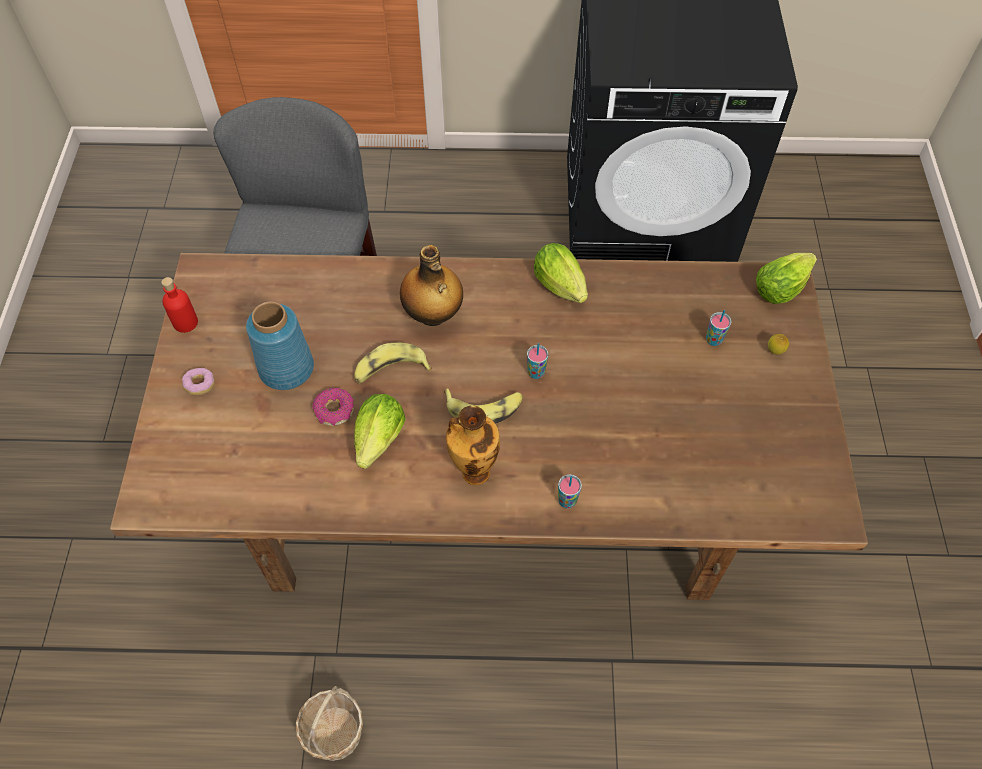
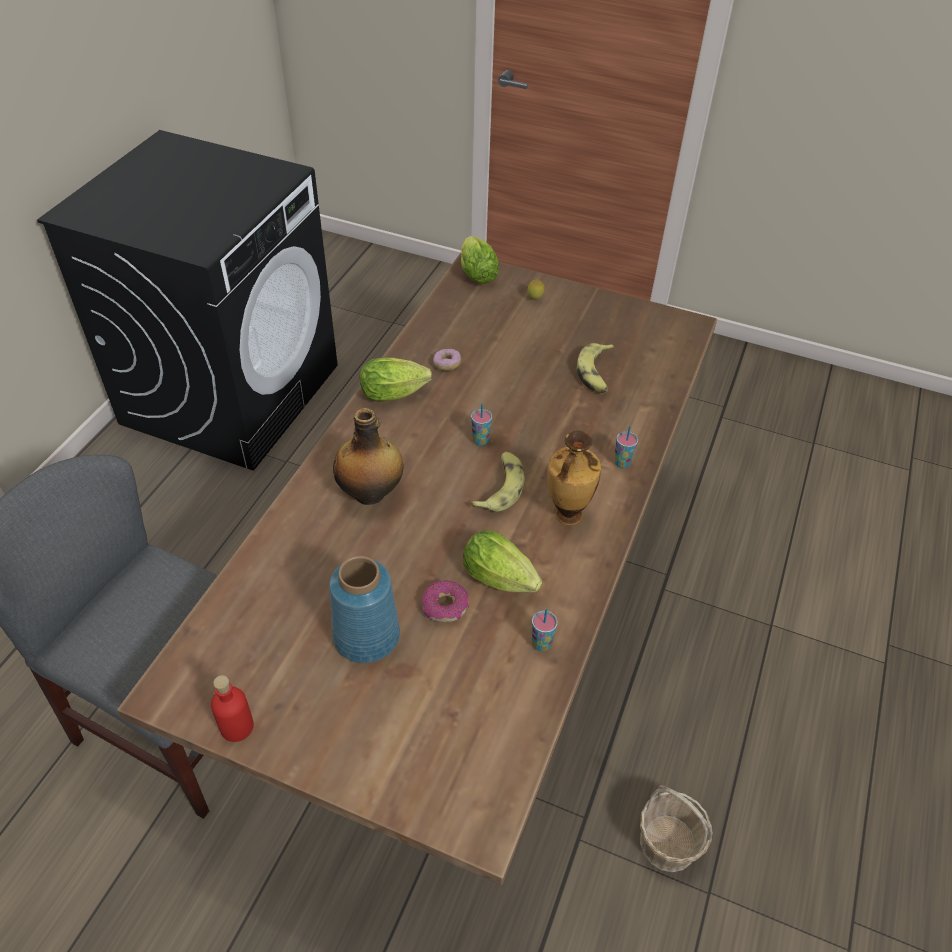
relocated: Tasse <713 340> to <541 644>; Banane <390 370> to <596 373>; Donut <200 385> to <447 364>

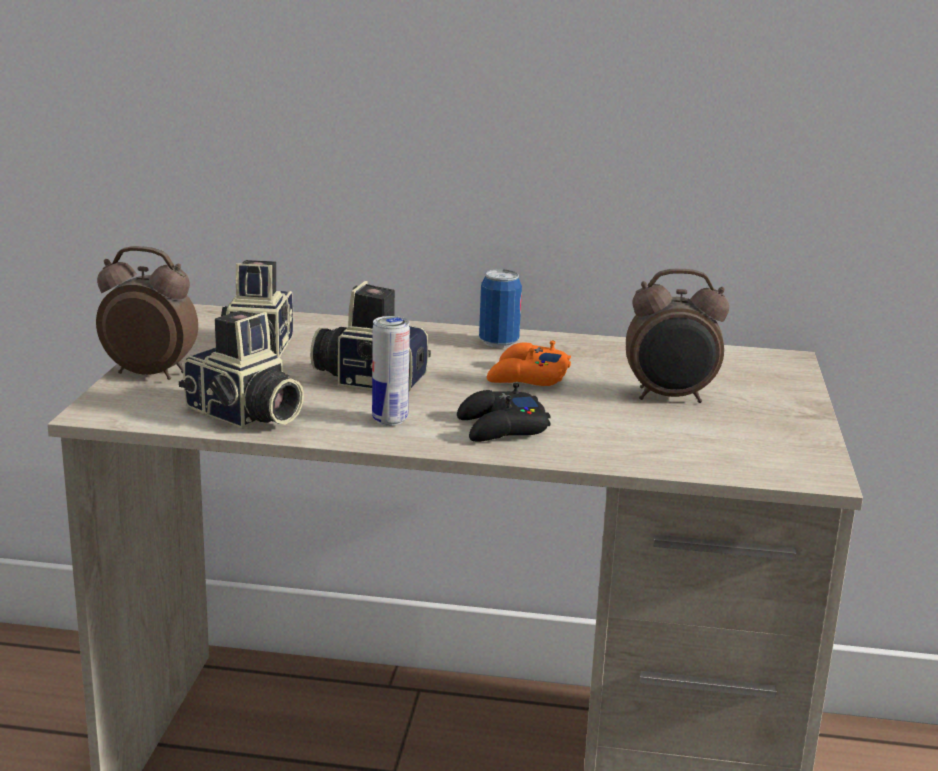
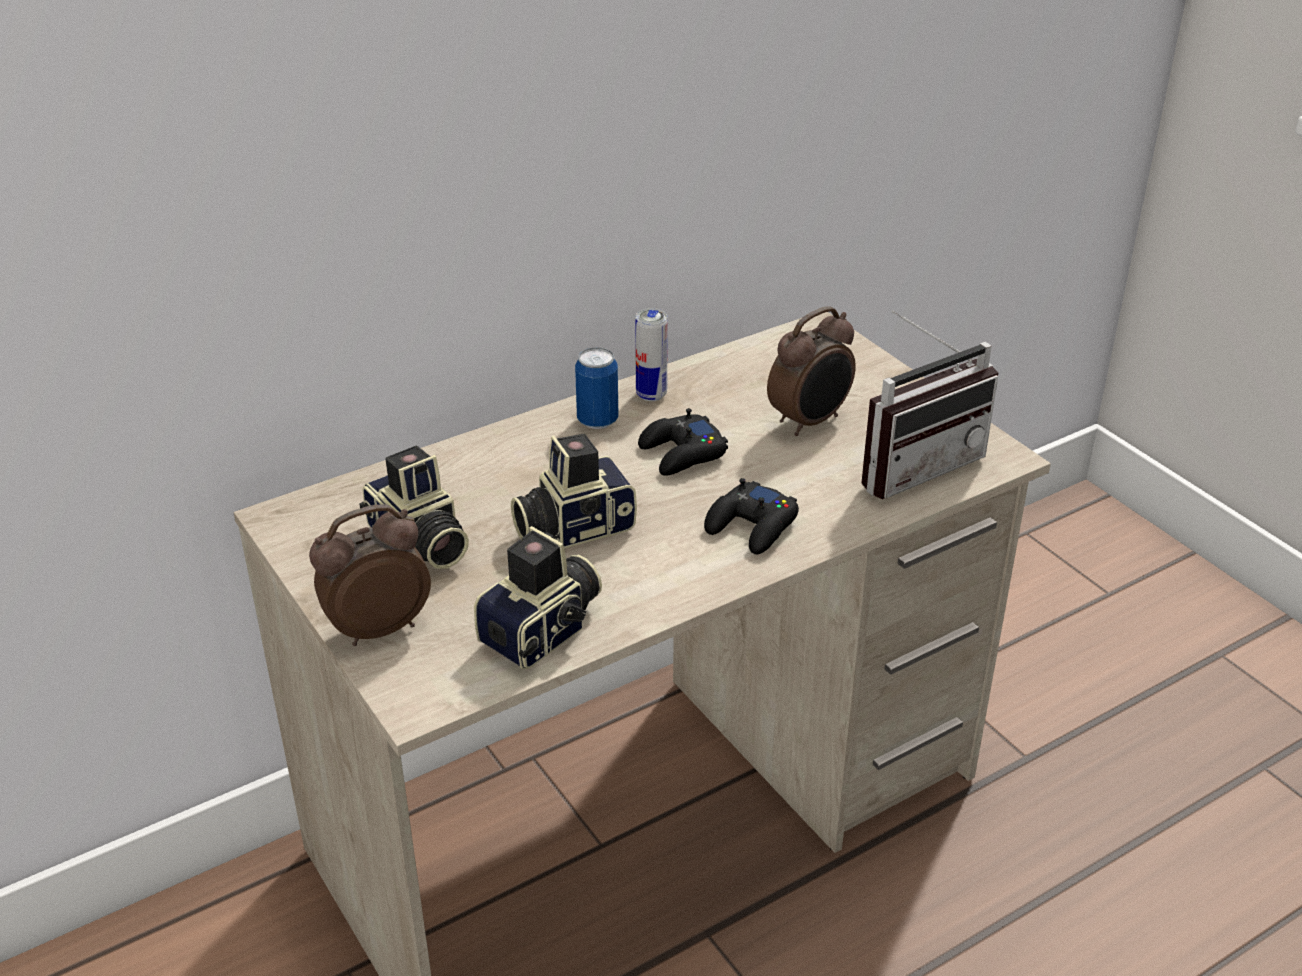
appeared: Radio <913 464>
relocated: Dose <390 420> to <651 395>
colour: Gamepad/orange <527 377> to Gamepad/schwarz <682 453>
spun: Kamera <243 415> = <545 631> 45 degrees counterclockwise

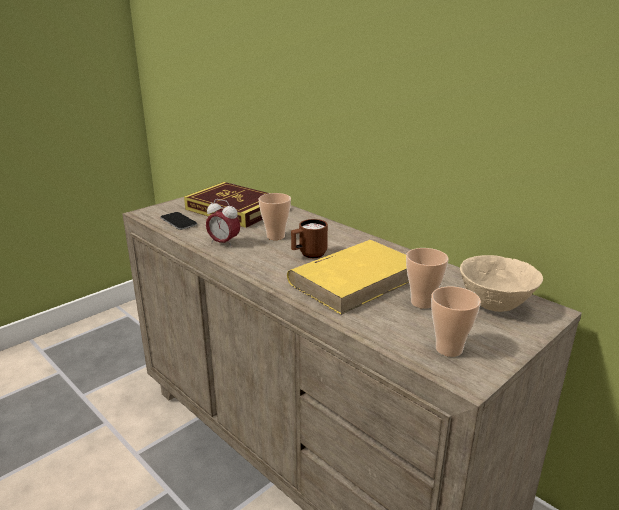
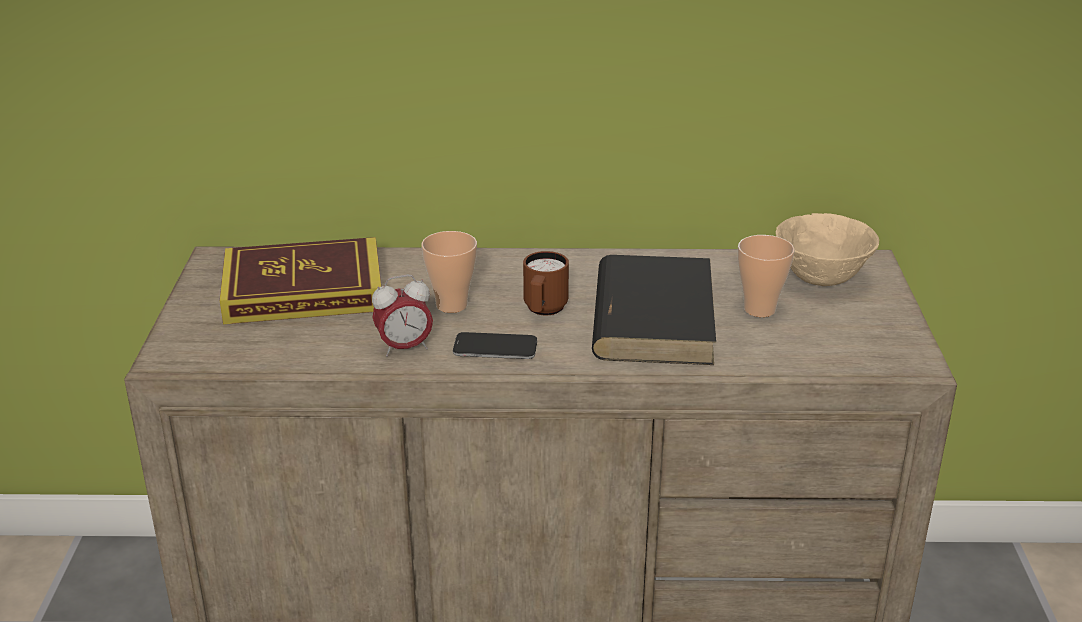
missing: Tasse <449 349>
relocated: Handy <178 222> to <495 348>
colour: Buch/gelb <355 280> to Buch/schwarz <653 317>

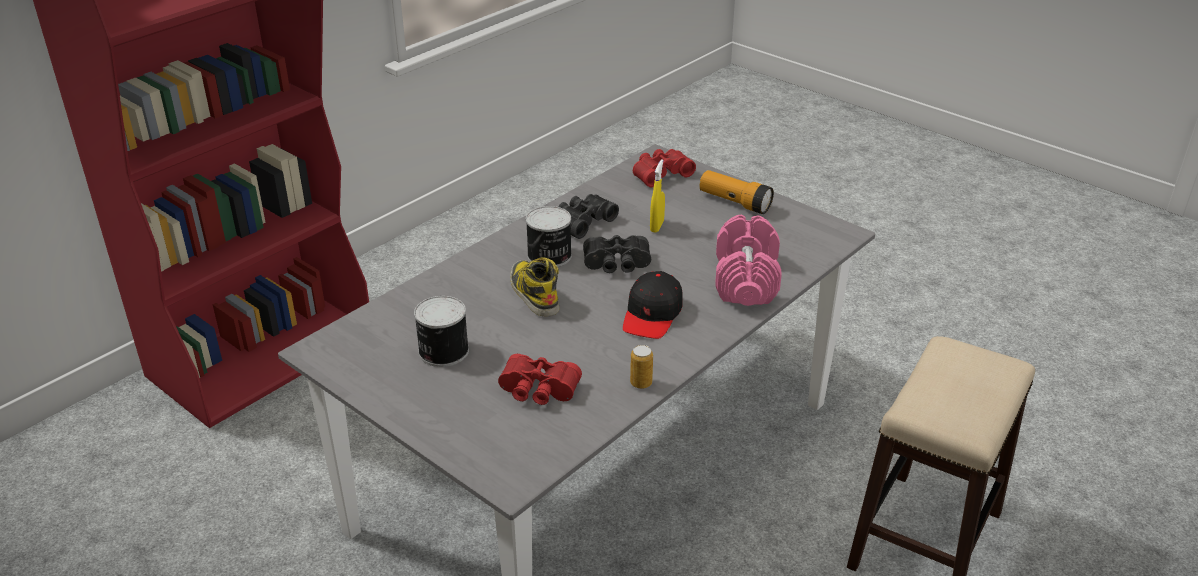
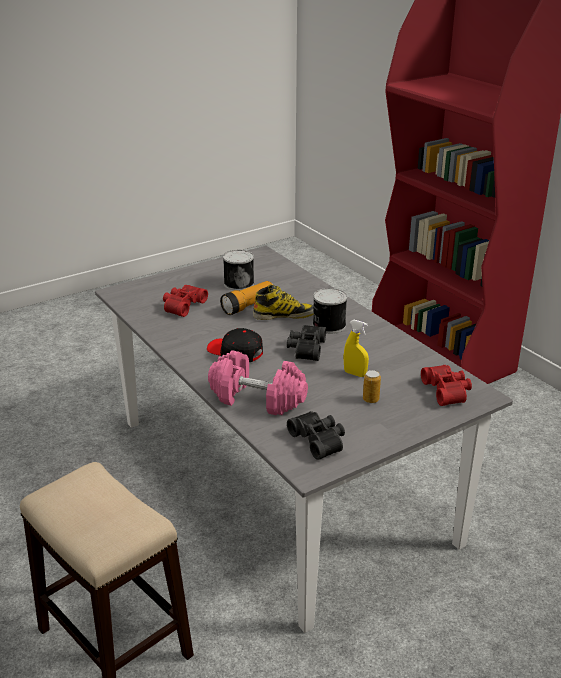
relocated: Taschenlampe <734 202> to <248 306>; Fernglas/schwarz <582 222> to <319 440>; Dose <641 383> to <370 400>

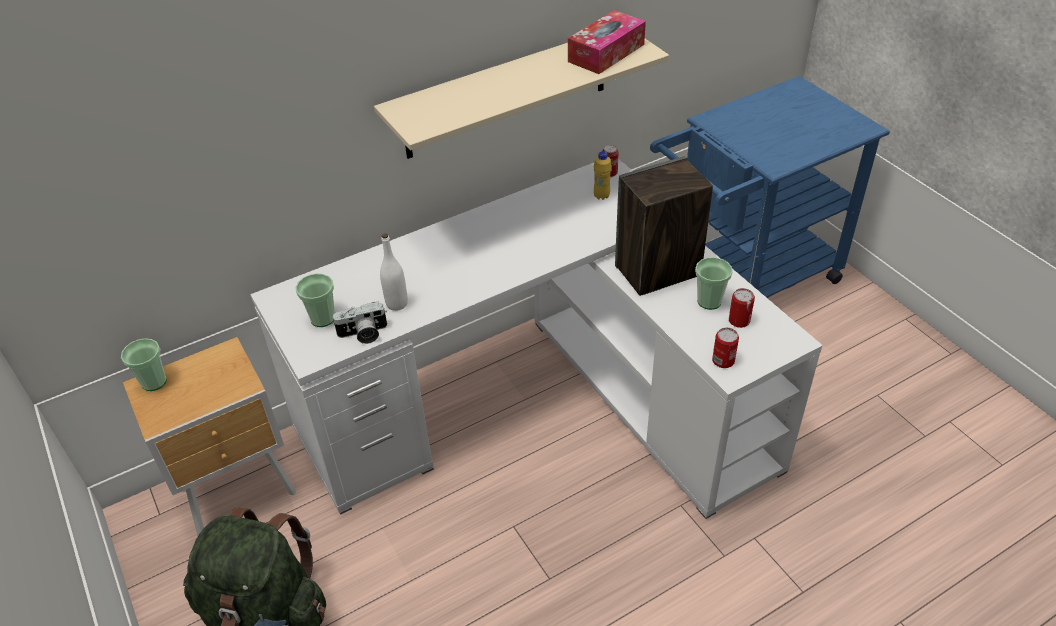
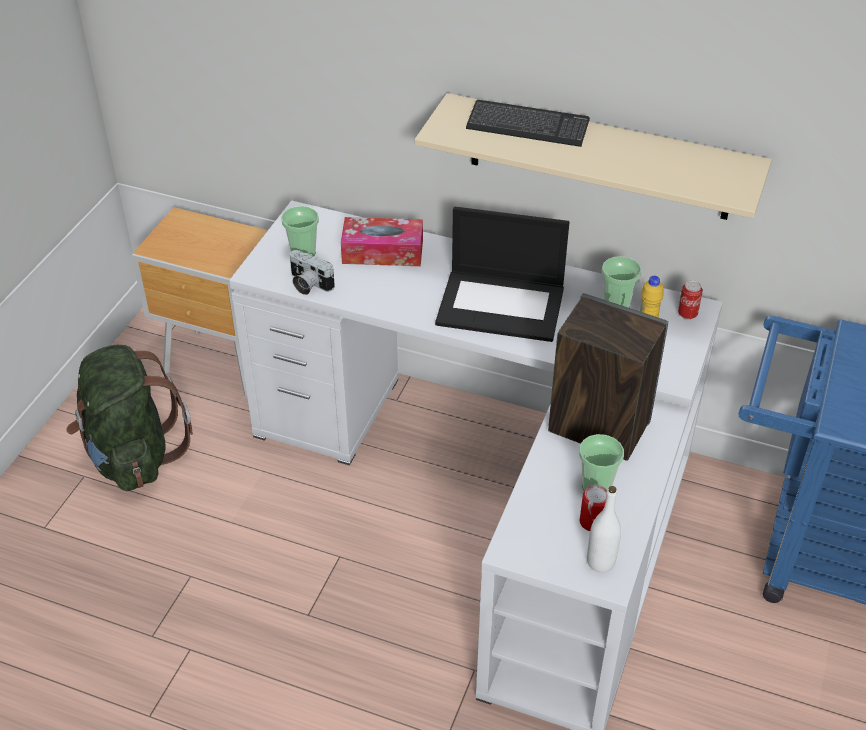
missing: Dose <723 360>
appeared: Tastatur <527 126>; Laptop <502 305>
relocated: Taschentuchbox <606 53> to <382 252>; Flasche/weiß <397 304> to <600 562>; Tasse <154 382> to <616 304>

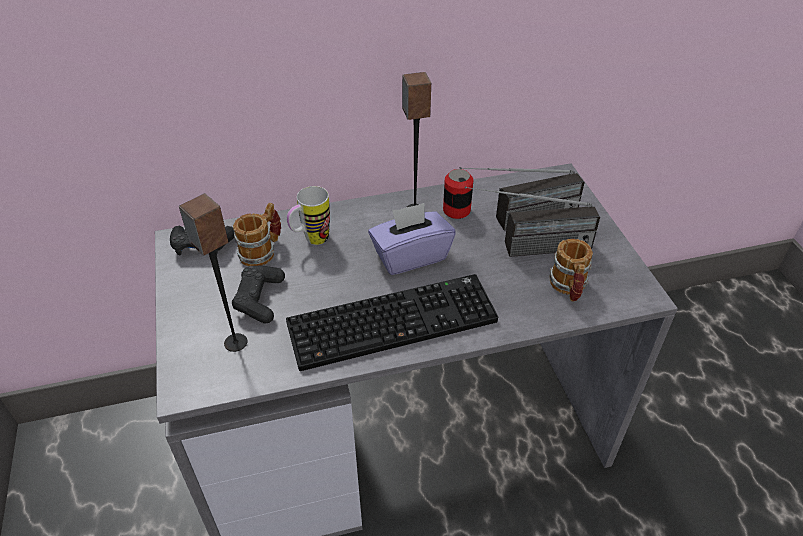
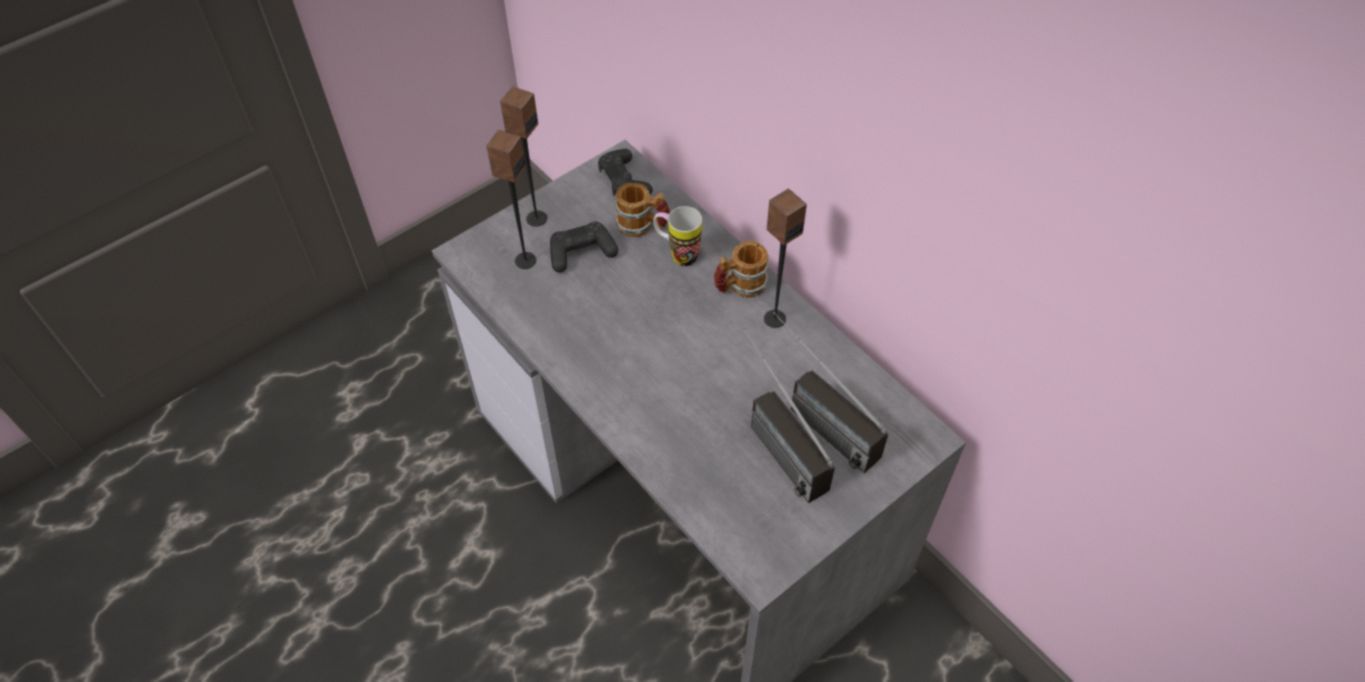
missing: Dose <456 210>; Taschentuchbox/lila <410 256>; Tastatur <393 320>
appeared: Lautsprecher <536 218>
relocated: Henkelbecher <568 288> to <740 286>

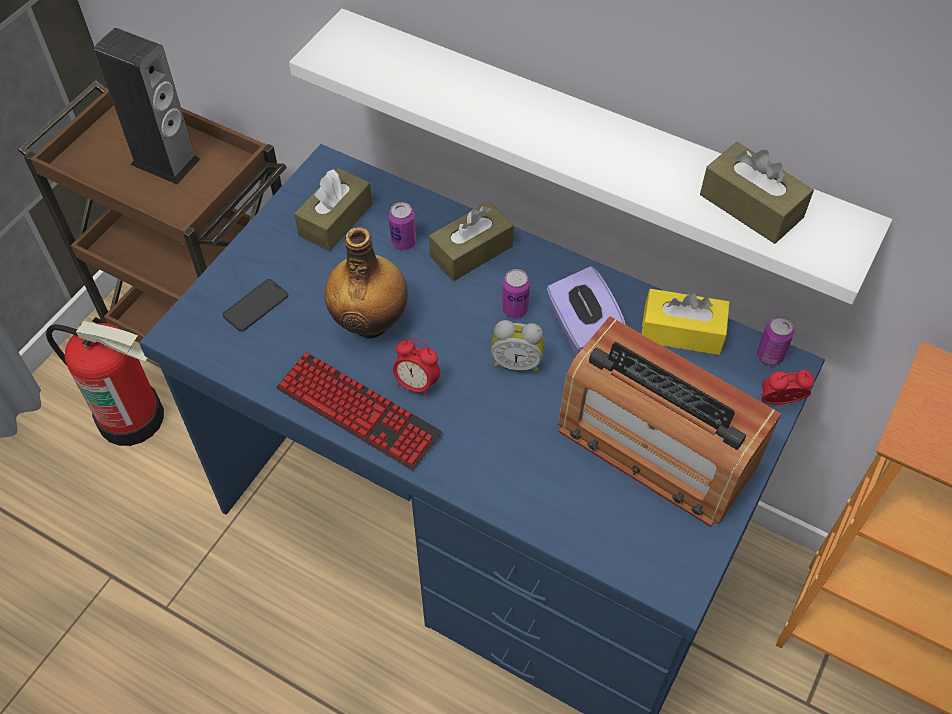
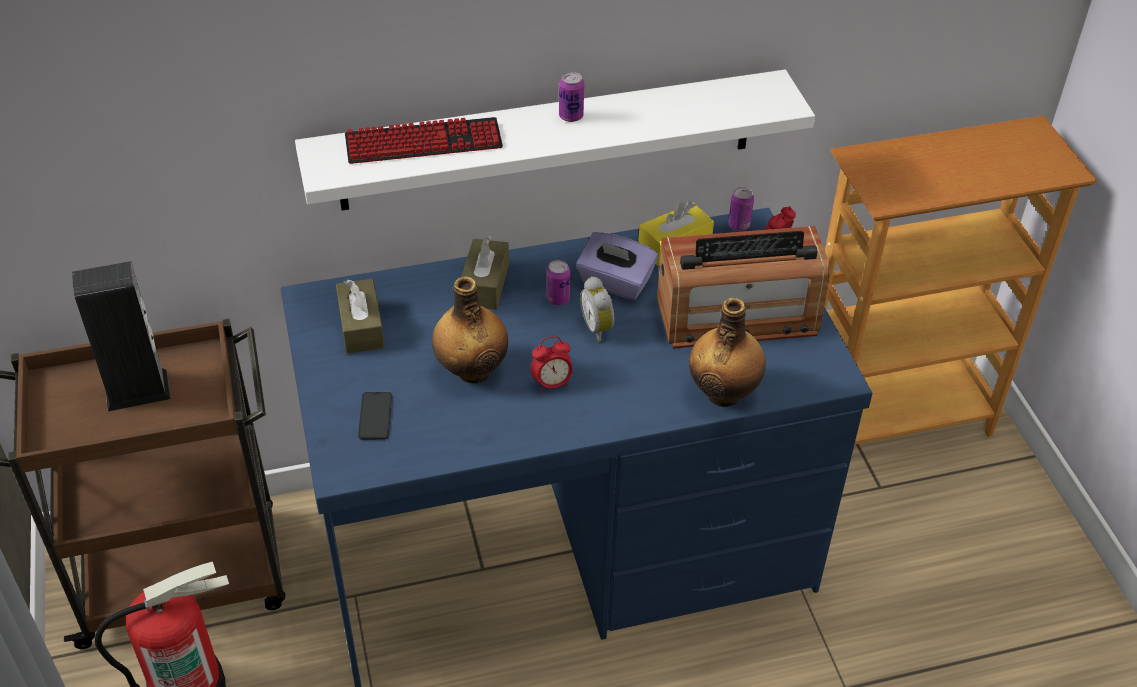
missing: Taschentuchbox/braun <751 206>
appeared: Flasche <724 393>
relocated: Dose <403 242> to <571 116>; Tastatur <358 412> to <423 143>
spun: Wecker <517 362> = <599 328> 105 degrees clockwise

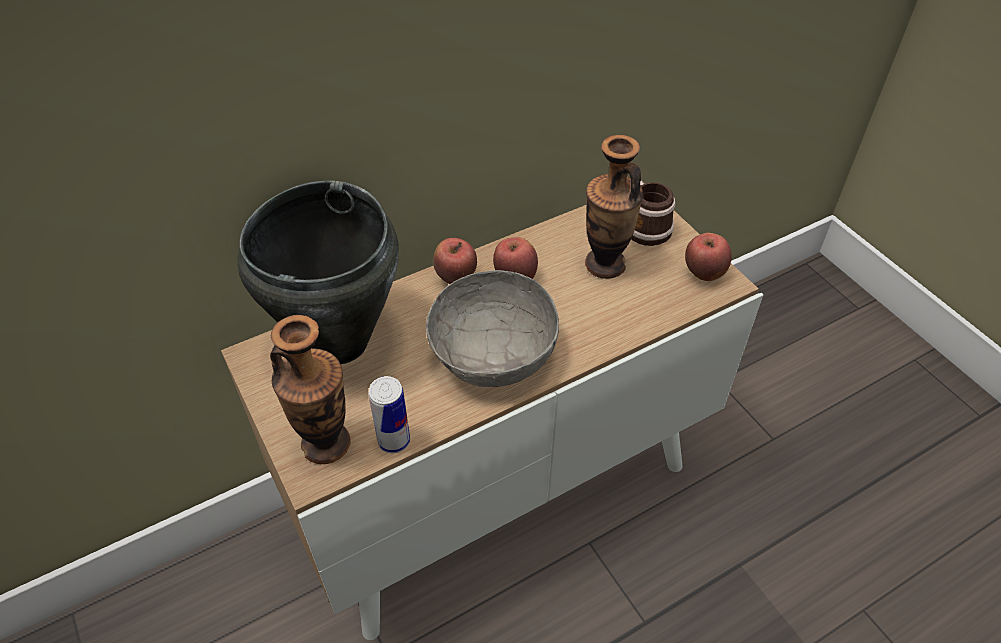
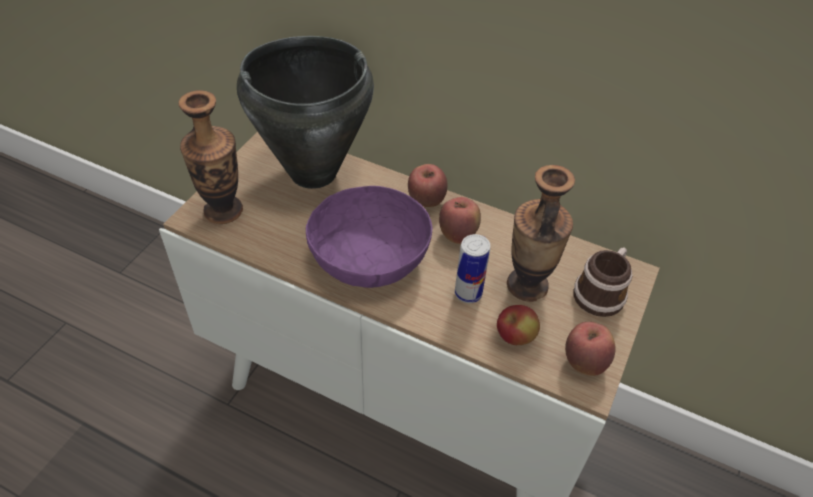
appeared: Apfel <515 337>
relocated: Dose <394 441> to <468 293>
colour: Schüssel/grau <493 353> to Schüssel/lila <369 259>

